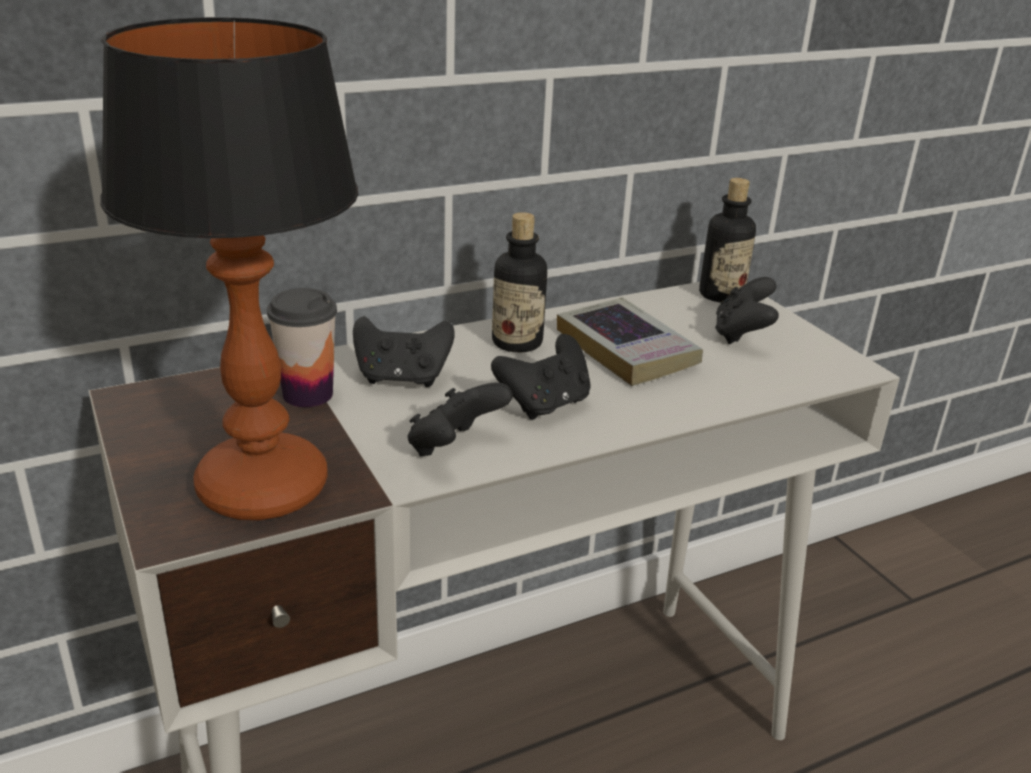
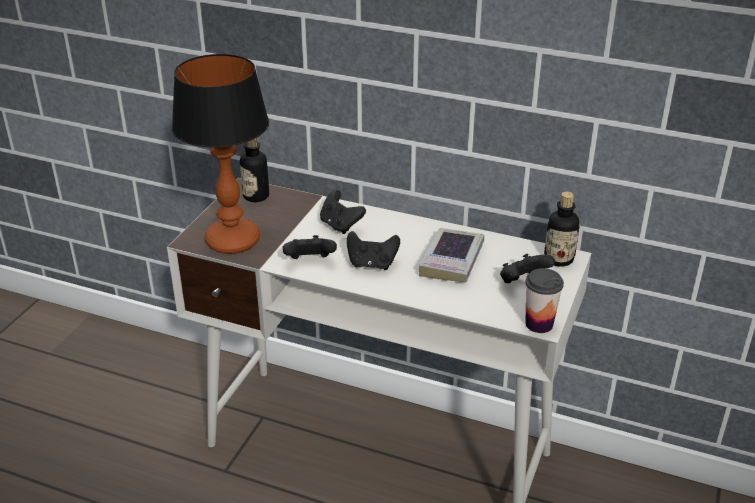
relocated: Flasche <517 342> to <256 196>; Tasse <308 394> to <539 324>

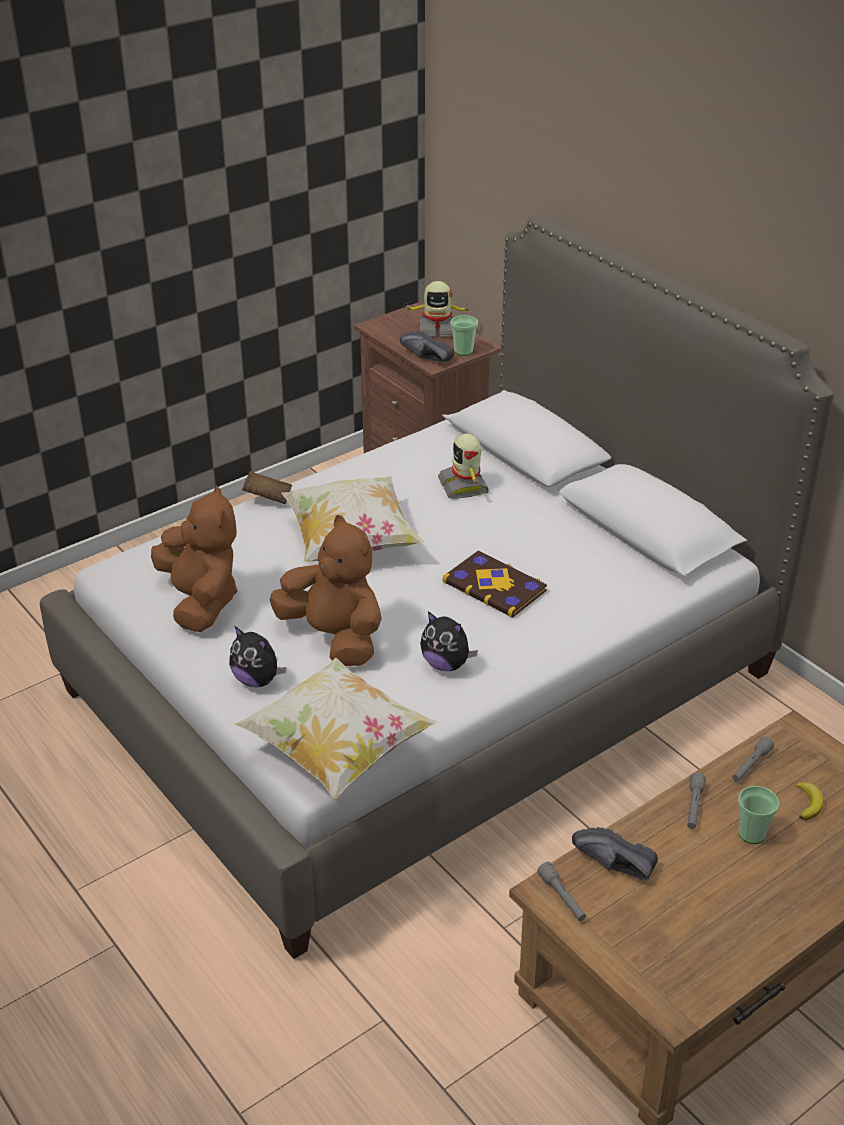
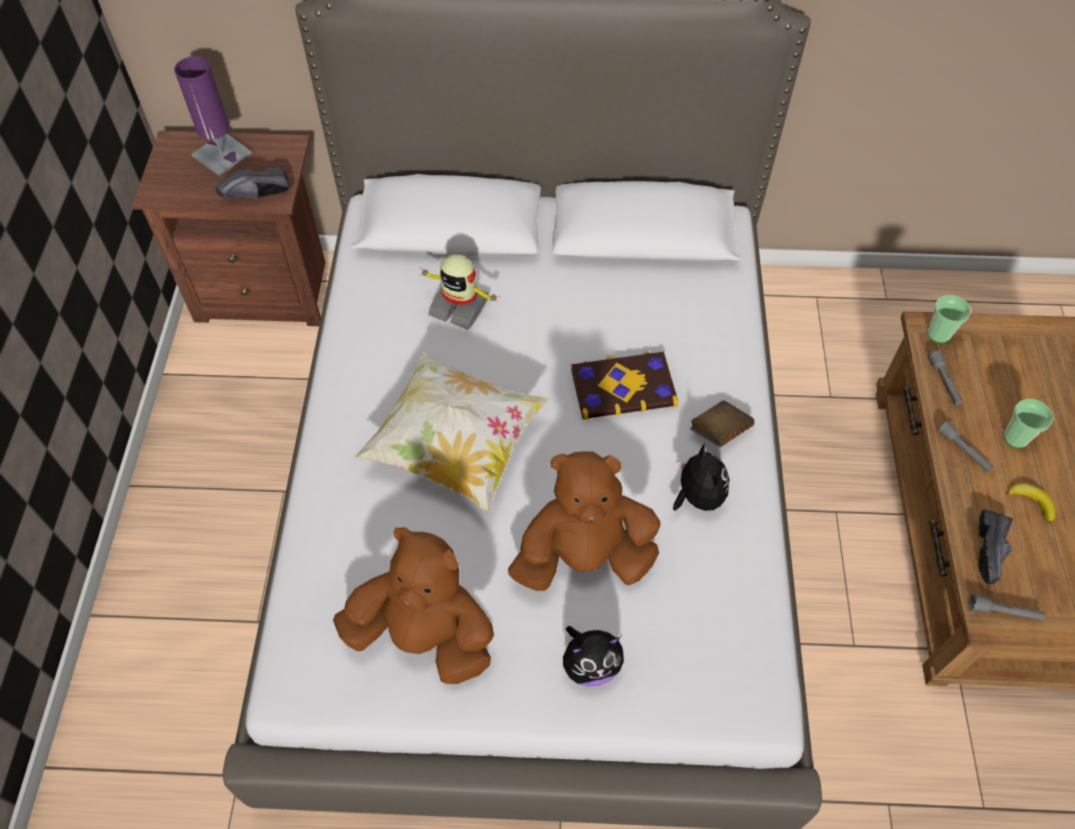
missing: Kissen <337 750>
relocated: Tasse <463 351> to <938 334>; Buch/braun <268 498> to <719 432>; Banane <808 803> to <1032 502>
exchanged: Spielzeugroboter <437 329> to Tischlampe/lila <222 155>
spun: Plüschtier <446 664> = <697 497> 90 degrees counterclockwise; Schuh/schwarz <612 867> = <992 552> 45 degrees counterclockwise

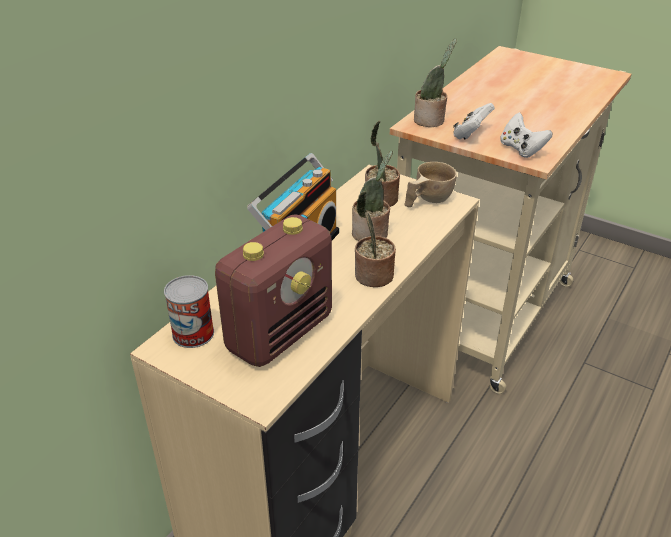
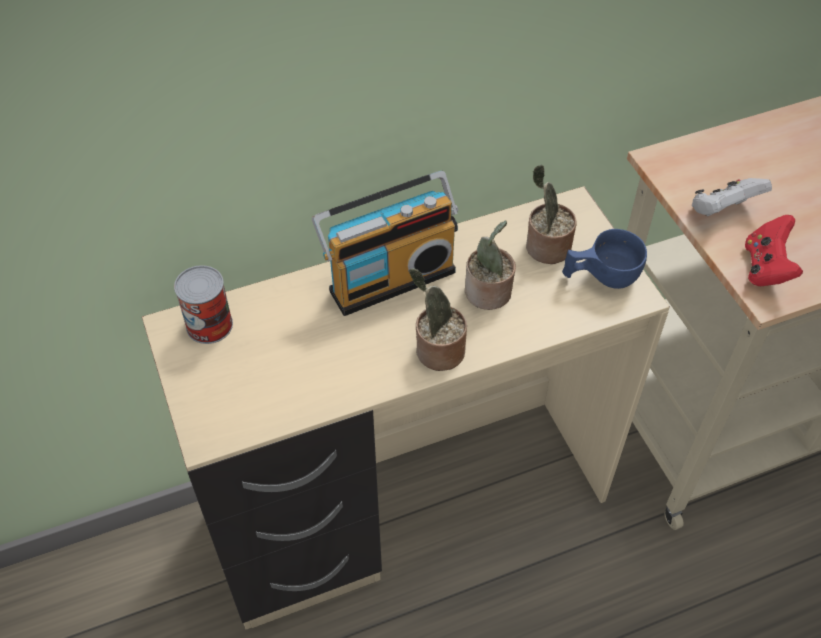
missing: Topfpflanze <431 121>; Radio <280 332>
colour: Gamepad/weiß <521 149> to Gamepad/rot <766 267>; Tasse/beige <427 200> to Tasse/blau <600 277>

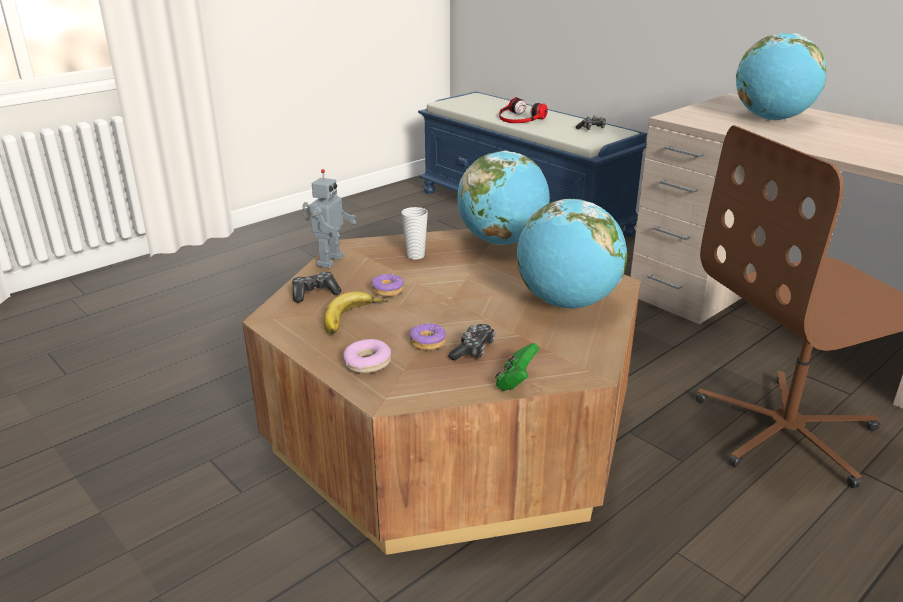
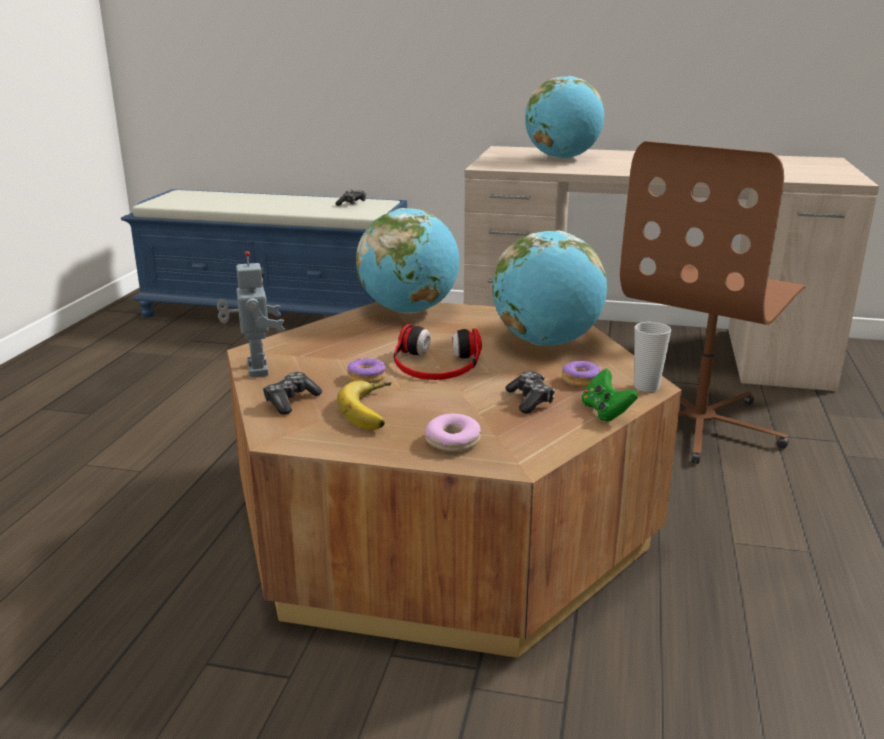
relocated: Kopfhörer <520 118> to <436 364>; Tasse <415 256> to <646 387>; Donut <428 342> to <581 380>

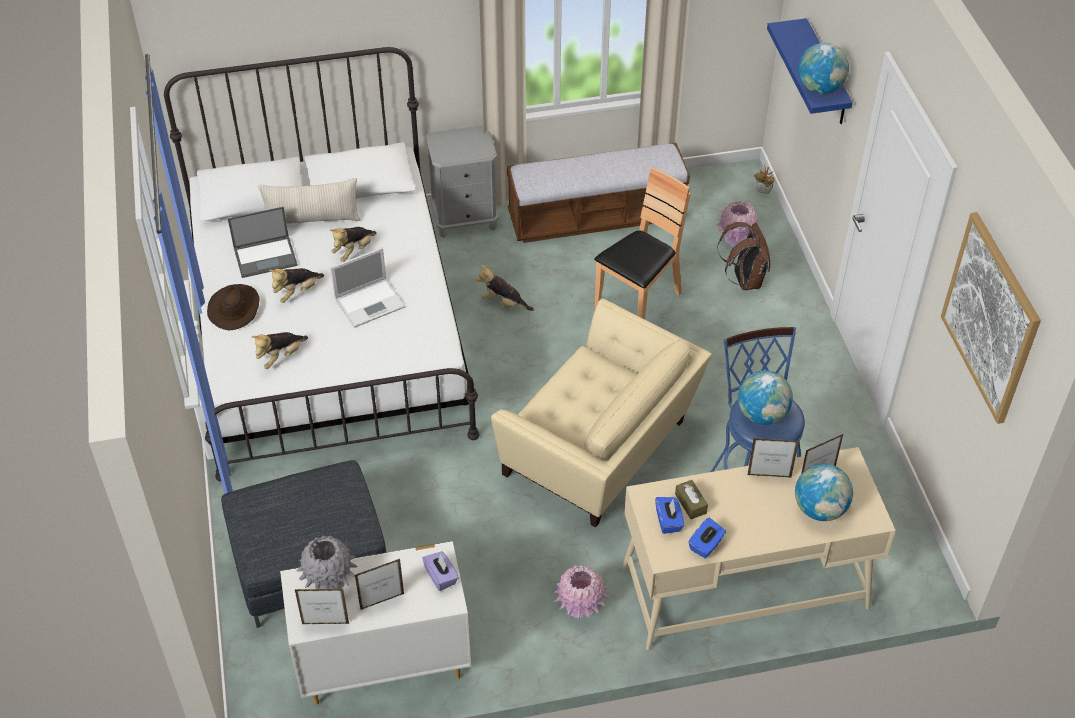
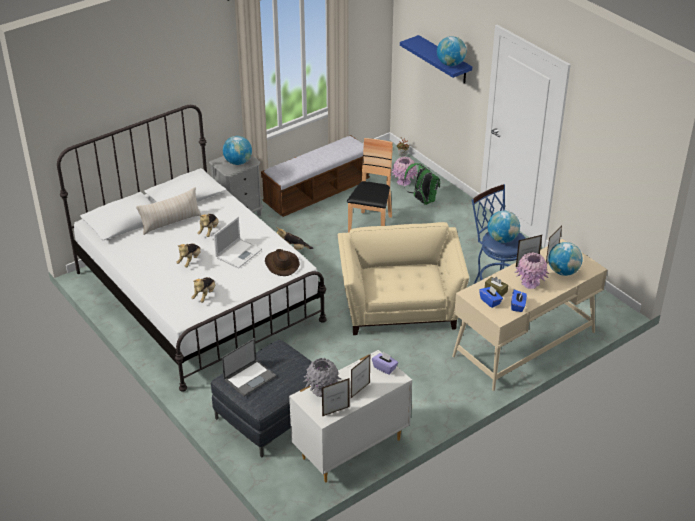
missing: Bild <990 317>
appeared: Globus <238 162>
relocated: Laptop <266 256> to <250 377>; Hut/braun <234 308> to <281 264>; Vase/rosa <580 606> to <530 283>
colour: Rucksack/braun <744 280> to Rucksack/grün <422 200>
spun: Sessel/beige <599 451> = <400 305> 105 degrees counterclockwise

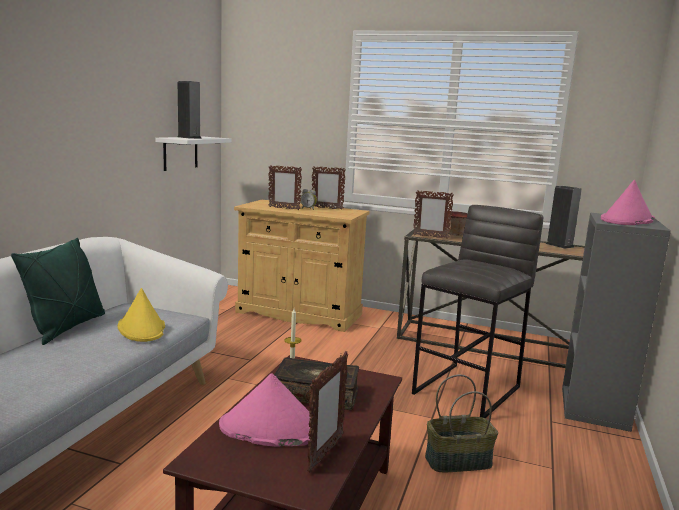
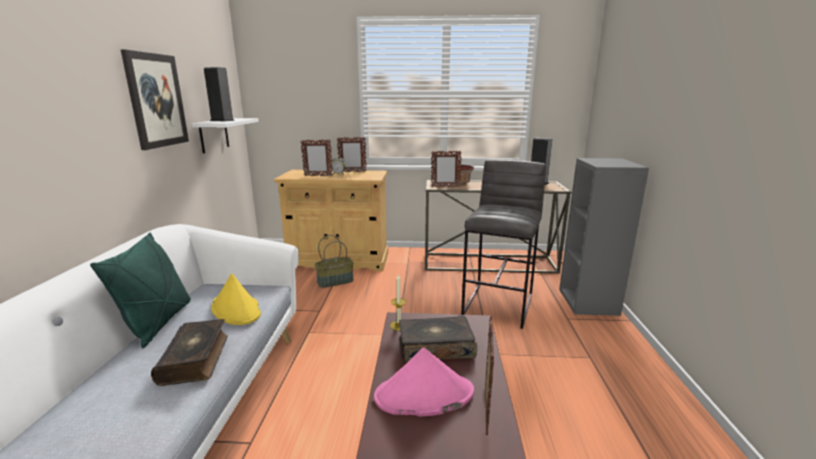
missing: Hut/rosa <627 220>
appeared: Bild <156 100>; Buch <196 359>
relocated: Korb <458 460> to <335 281>

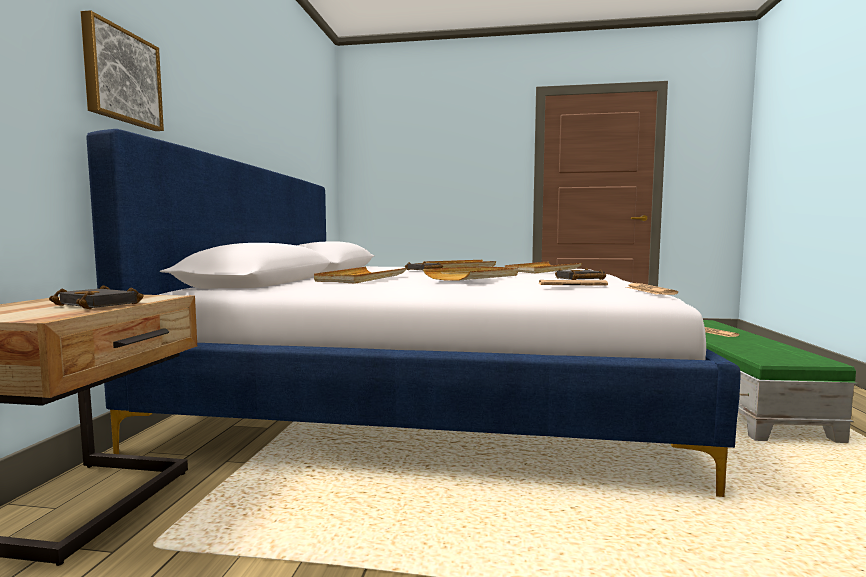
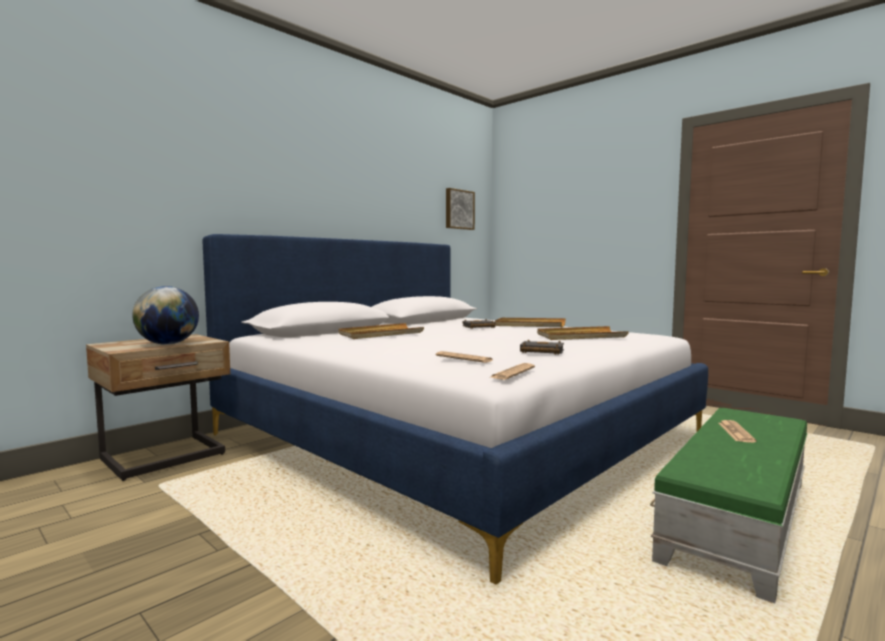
missing: Tablett/beige <474 277>
relocated: Bild <121 77> to <459 209>
exchanged: Buch/schwarz <102 304> to Globus <168 344>

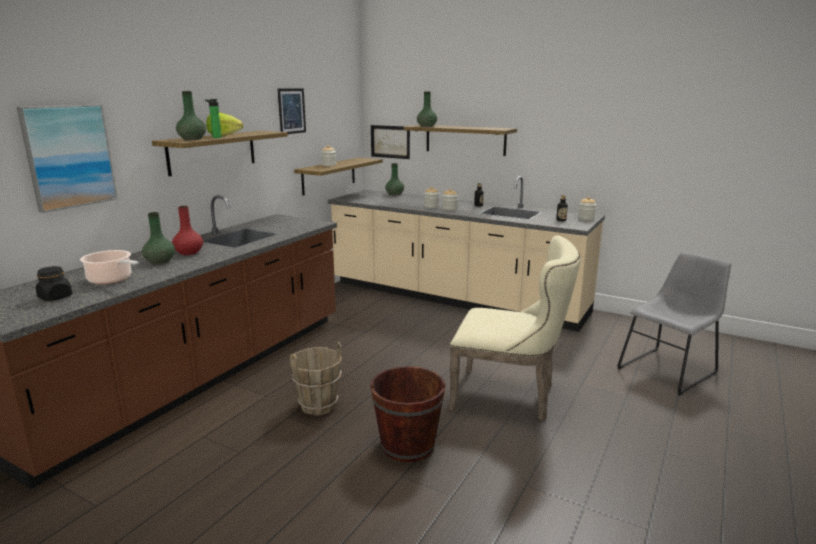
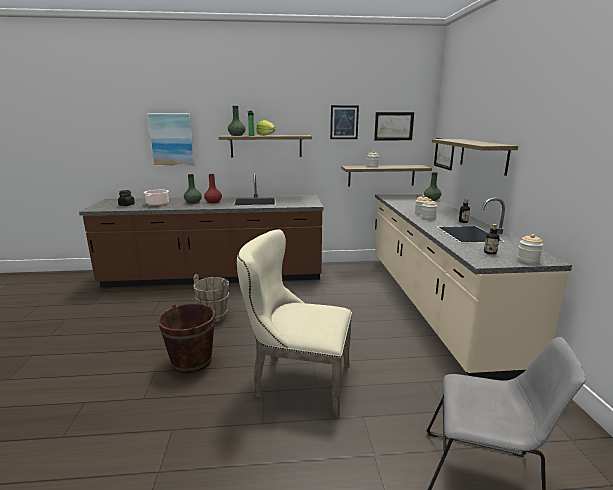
missing: Vase/grün <426 126>
appeared: Bild <393 126>
spun: Stuhl/beige <509 396> = <296 382> 120 degrees clockwise

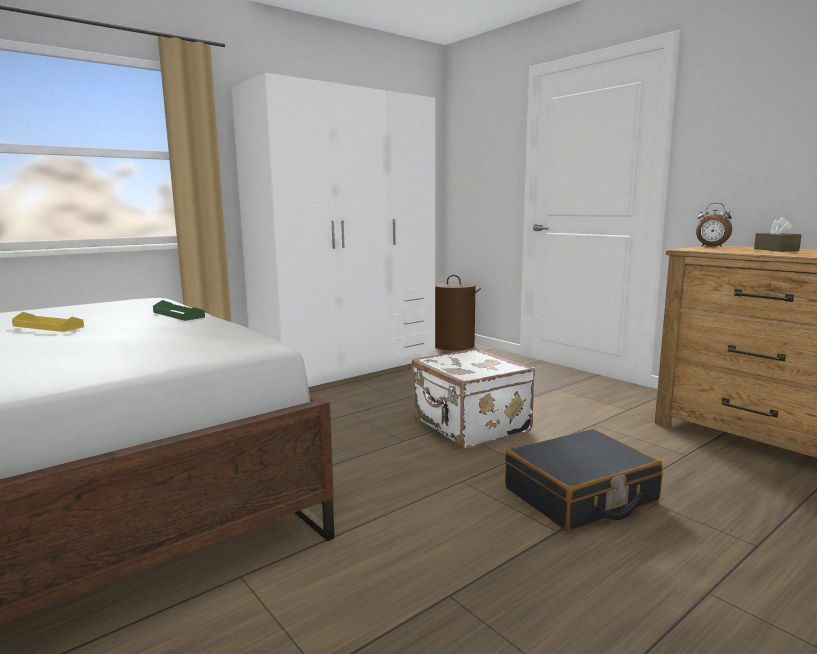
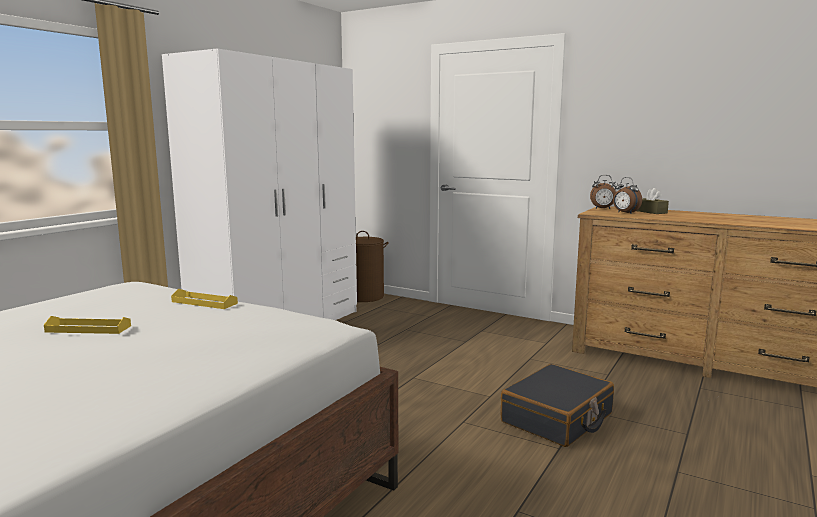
missing: Koffer/weiß <469 426>
appeared: Wecker <625 213>
colour: Tablett/grün <178 315> to Tablett/gelb <204 302>

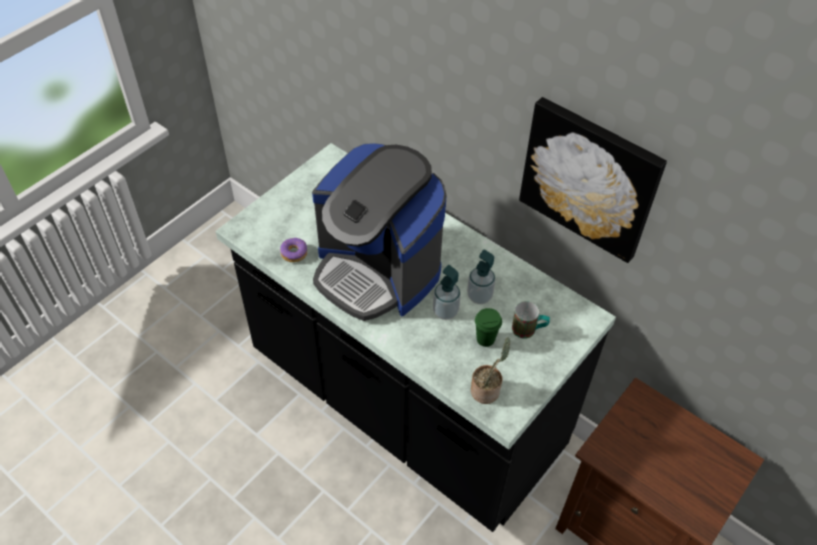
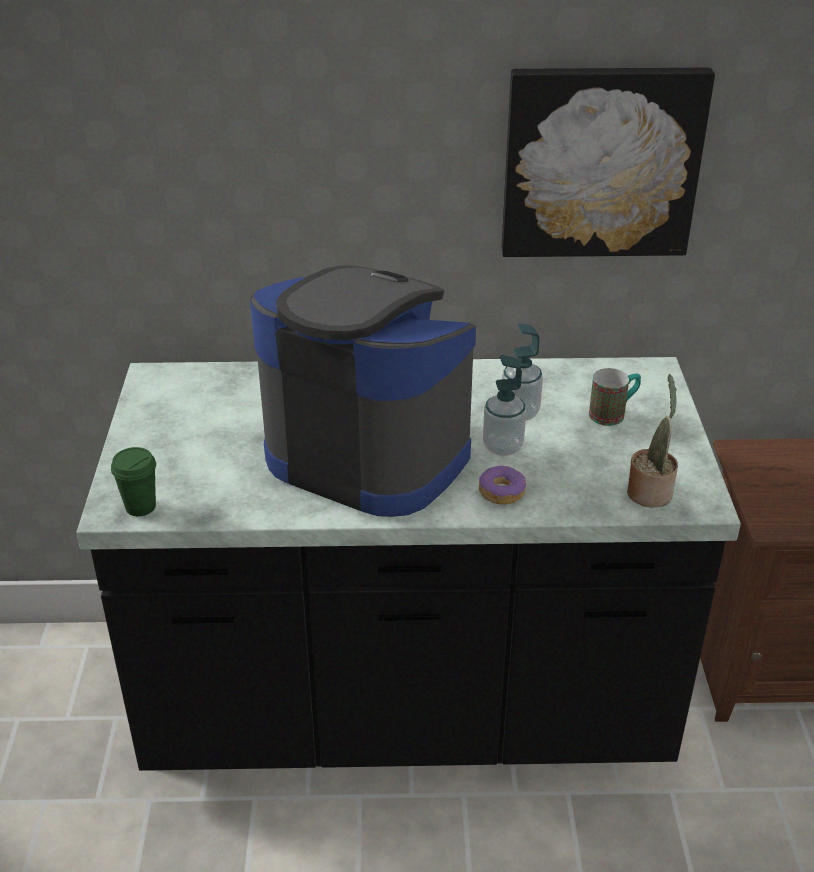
relocated: Donut <294 253> to <501 492>; Tasse/grün <485 339> to <140 507>
spun: Kaffeemaschine <377 271> = <368 454> 150 degrees counterclockwise

